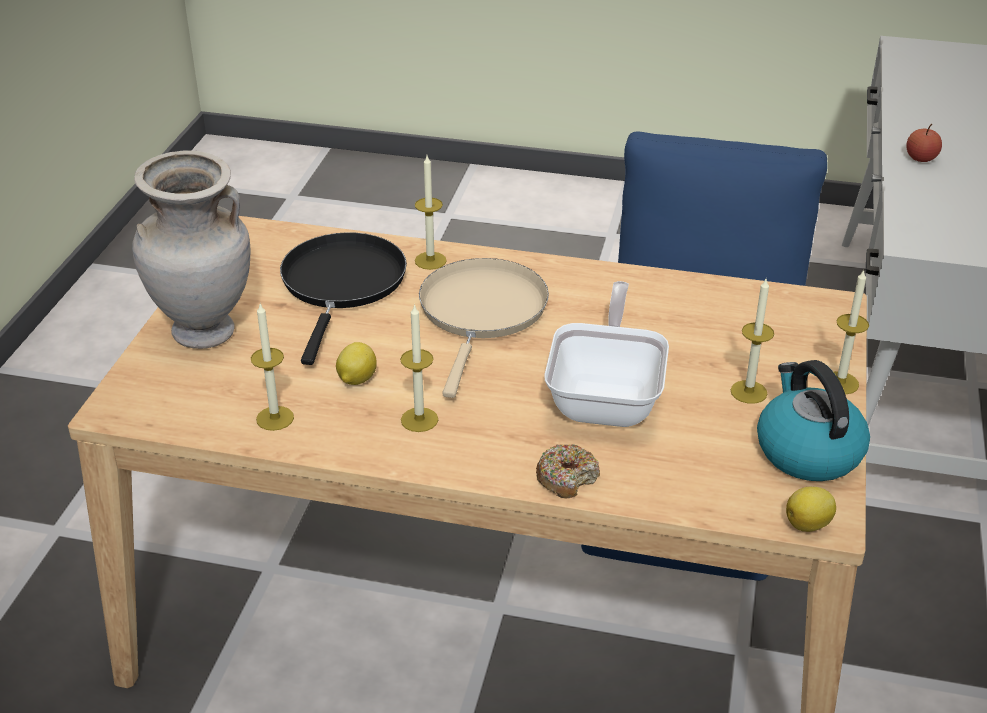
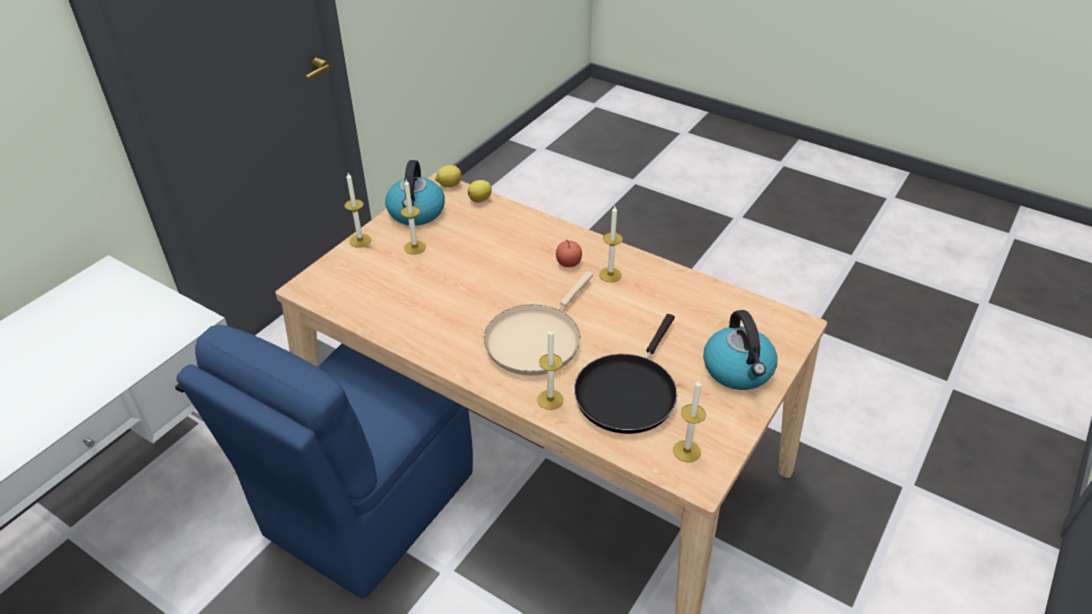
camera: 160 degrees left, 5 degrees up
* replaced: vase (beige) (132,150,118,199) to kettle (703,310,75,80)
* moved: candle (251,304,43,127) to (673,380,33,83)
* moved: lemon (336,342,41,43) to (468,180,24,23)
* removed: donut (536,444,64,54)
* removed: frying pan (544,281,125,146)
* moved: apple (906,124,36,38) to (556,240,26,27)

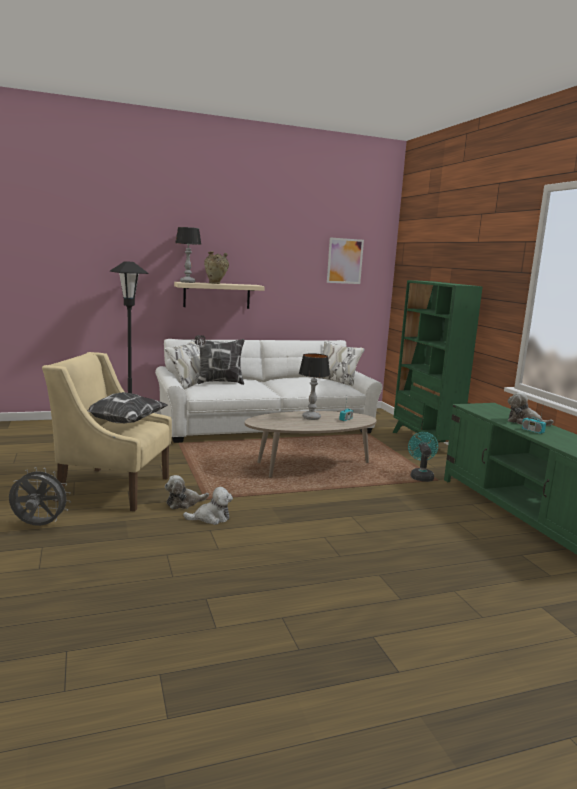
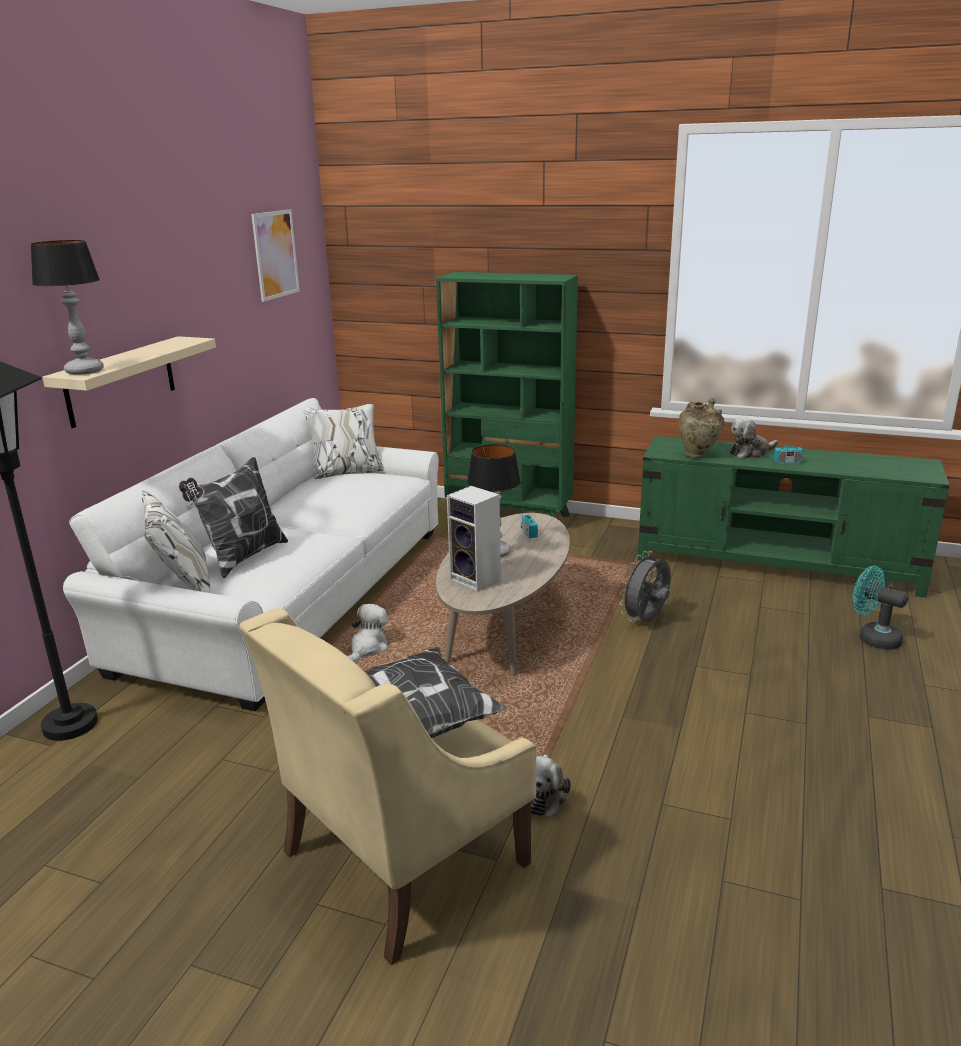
camera: 50 degrees left, 10 degrees up
* moved: fan (grey) (9,467,62,59) to (619,551,52,71)
* moved: plush toy (183,487,50,38) to (347,604,41,59)
* moved: vase (beige) (204,251,25,33) to (679,398,46,60)
* moved: fan (turquoise) (408,432,30,50) to (853,566,55,84)
* added: speaker (447,486,54,105)

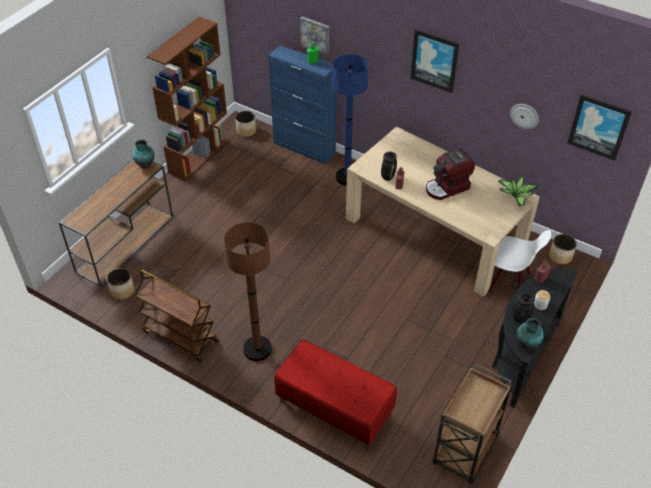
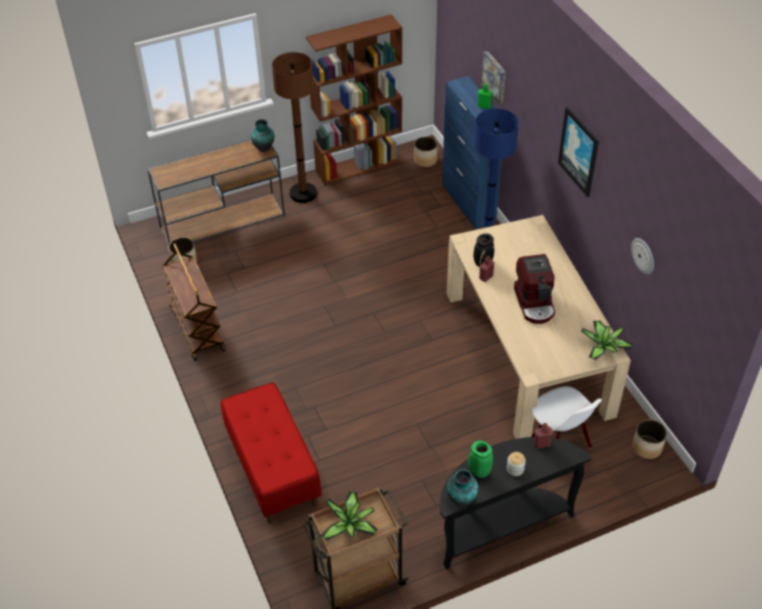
camera: 35 degrees right, 0 degrees up
* moved: floor lamp (brown) (224,222,48,139) to (272,52,45,151)
* turned: coffee machine (426,148,49,52) = (514,254,41,70) 105 degrees counterclockwise
* recoloured: vase (black) (512,293,23,30) to vase (green) (468,440,25,38)
* removed: picture (567,95,65,66)
* added: potted plant (321,491,57,50)

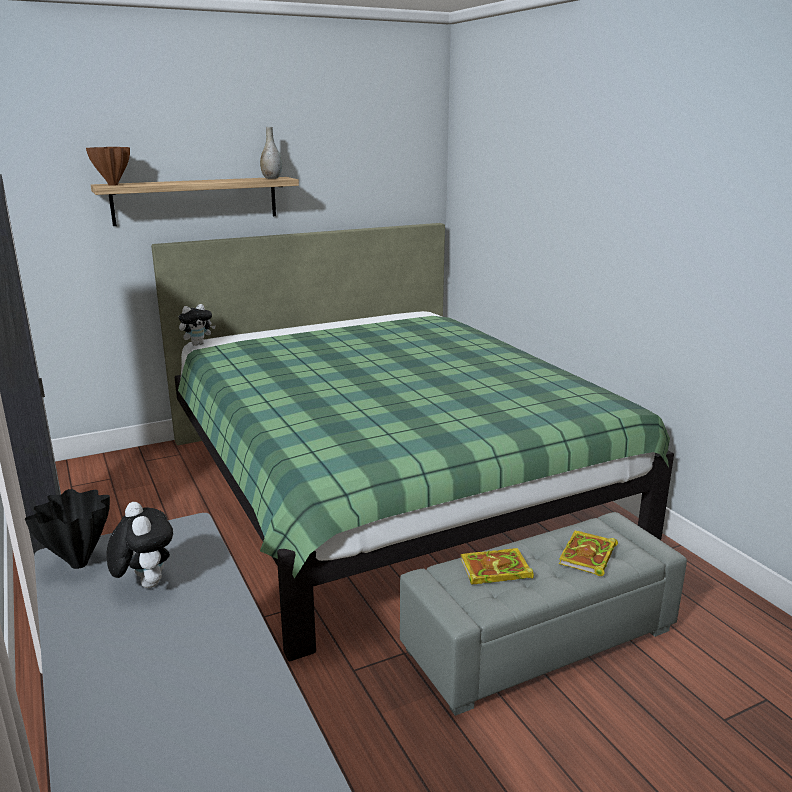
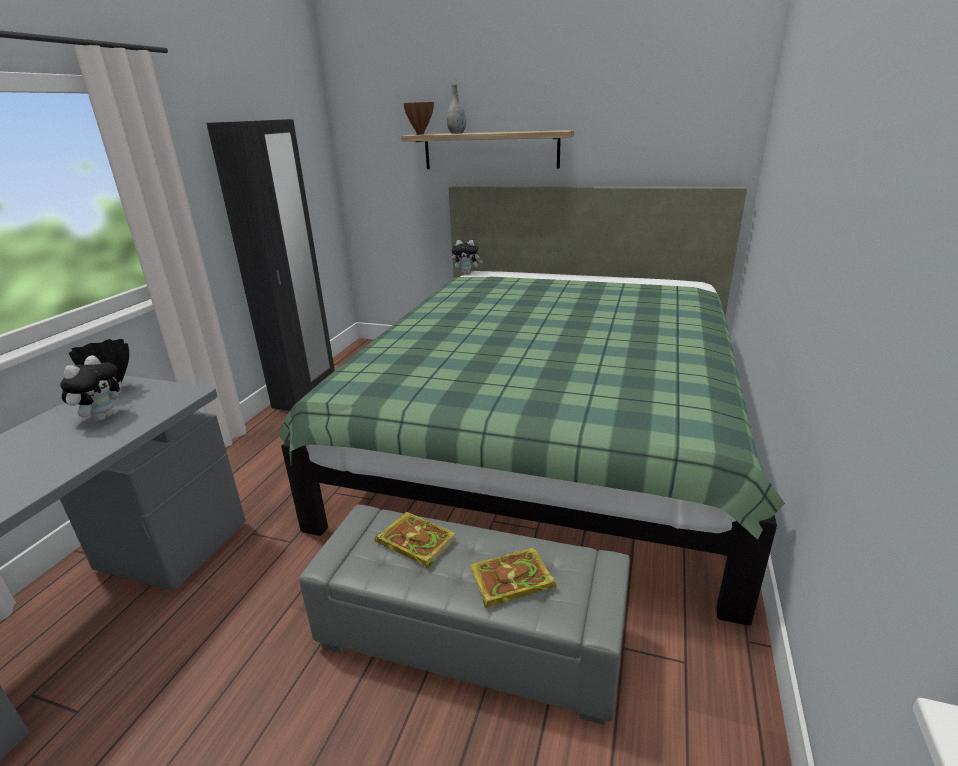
camera: 45 degrees right, 5 degrees up
* moved: vase (grey) (260,127,22,52) to (447,84,19,50)

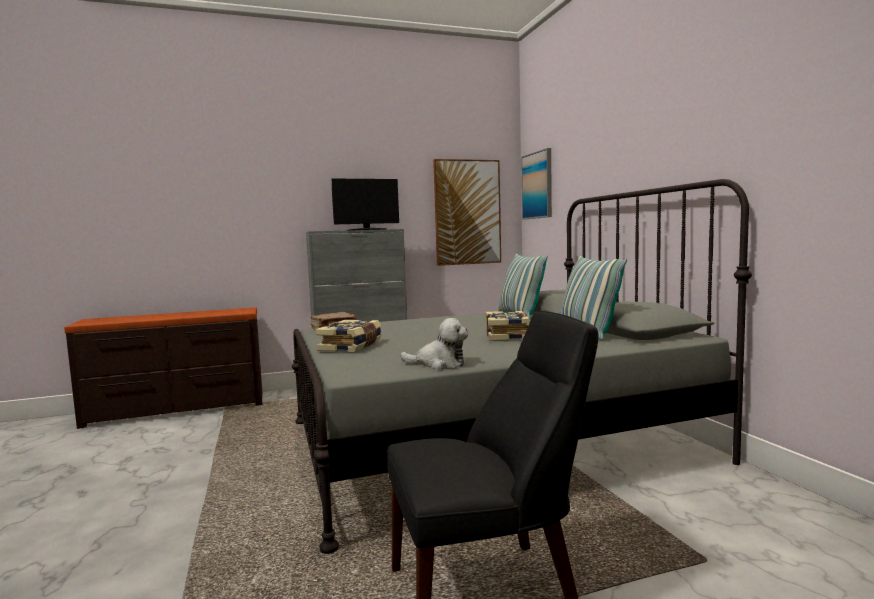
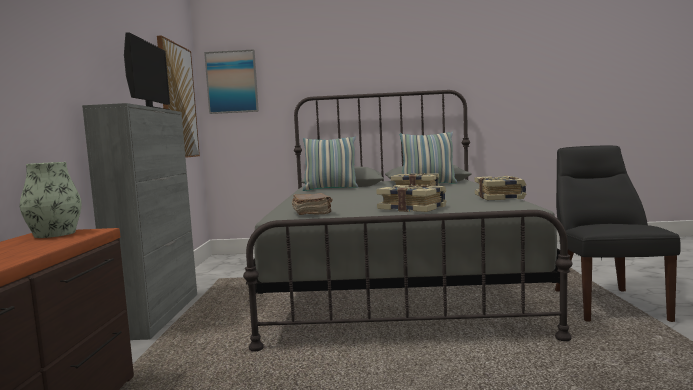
camera: 70 degrees left, 0 degrees up
* replaced: plush toy (400,318,68,51) to book (475,176,52,24)
* added: vase (20,162,62,76)

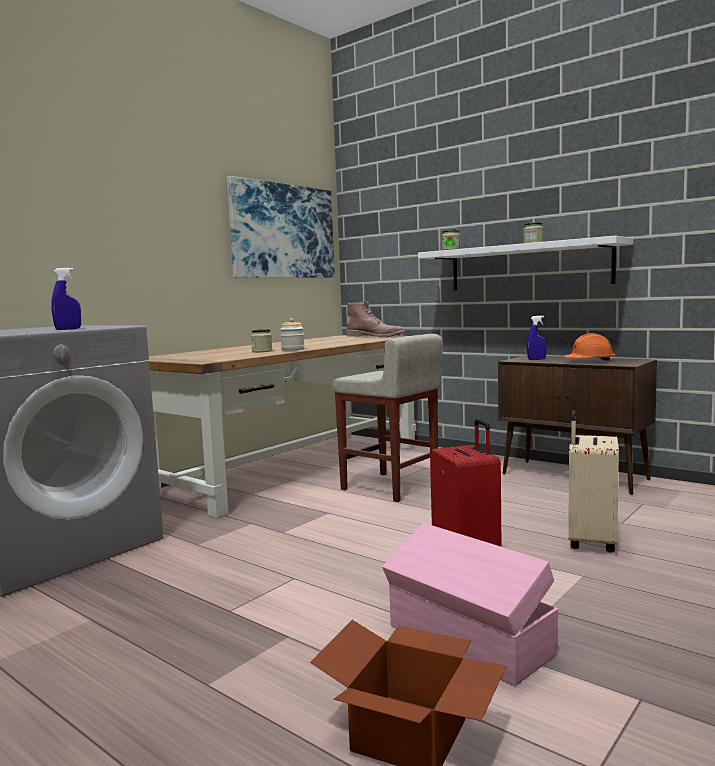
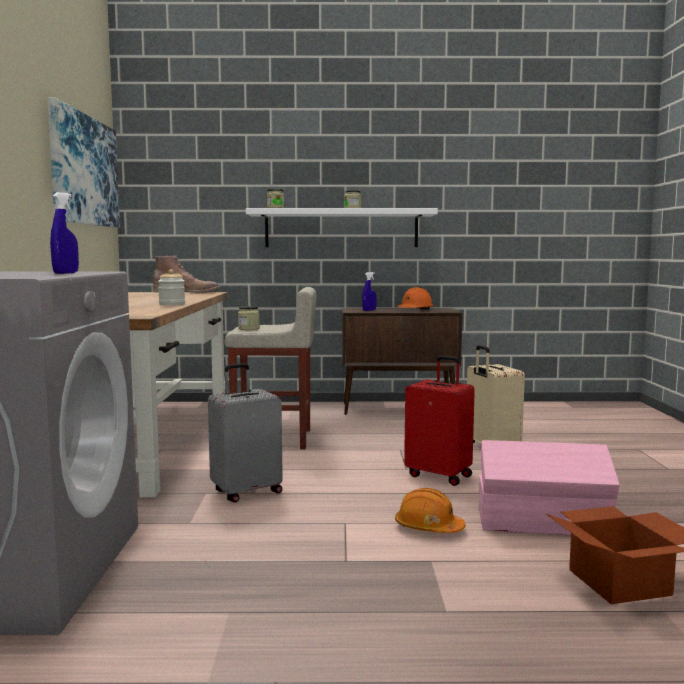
camera: 40 degrees left, 0 degrees up
* moved: jar (251,329,21,23) to (238,306,22,24)
* added: suitcase (grey) (208,363,75,140)
* added: hard hat (orange) (395,488,71,45)

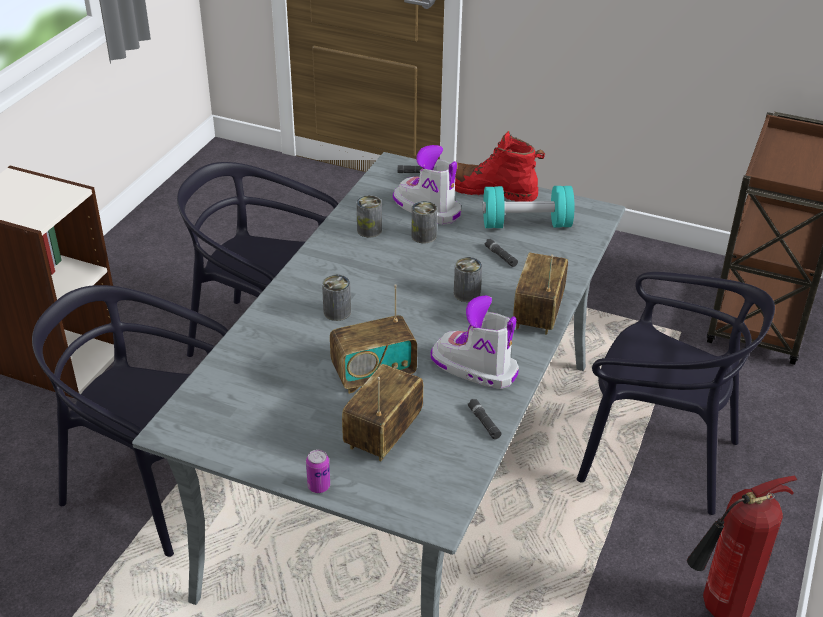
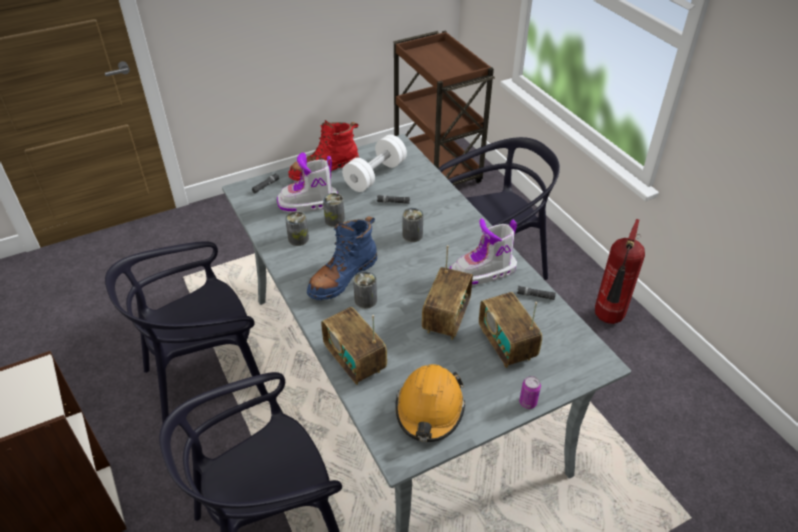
camera: 50 degrees left, 5 degrees up
* recoloured: dumbbell (turquoise) (483,186,91,42) to dumbbell (white) (342,134,65,58)
* moved: radio (513,252,55,83) to (321,307,66,78)
* added: boot (blue) (307,216,70,84)
* added: hard hat (orange) (395,364,70,78)

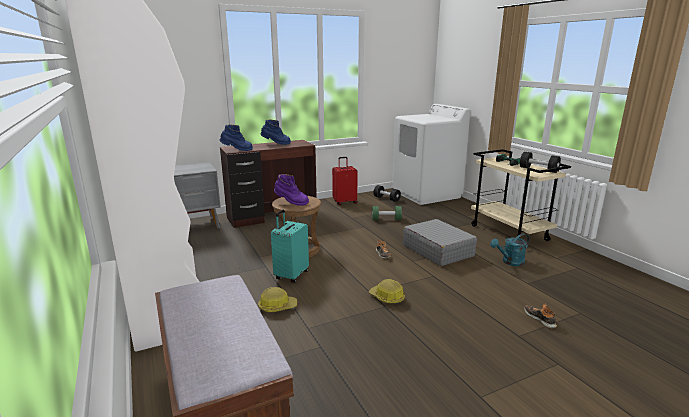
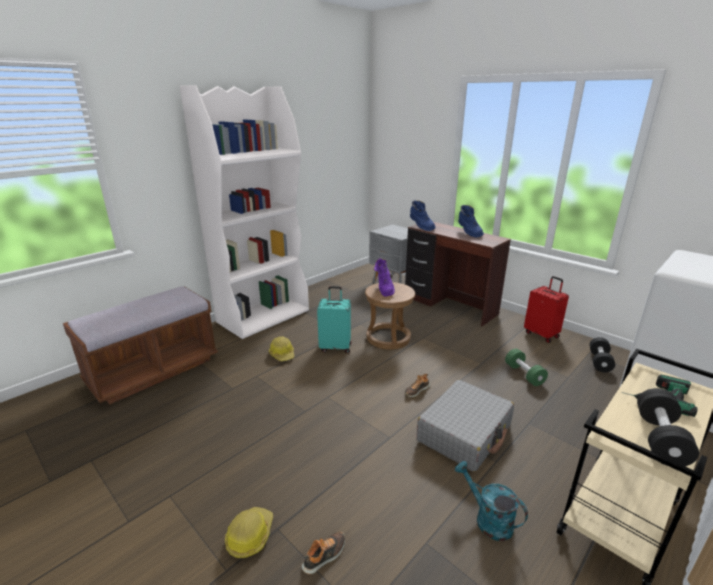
camera: 70 degrees right, 5 degrees up
* moved: hard hat (369,279,36,25) to (225,507,48,51)

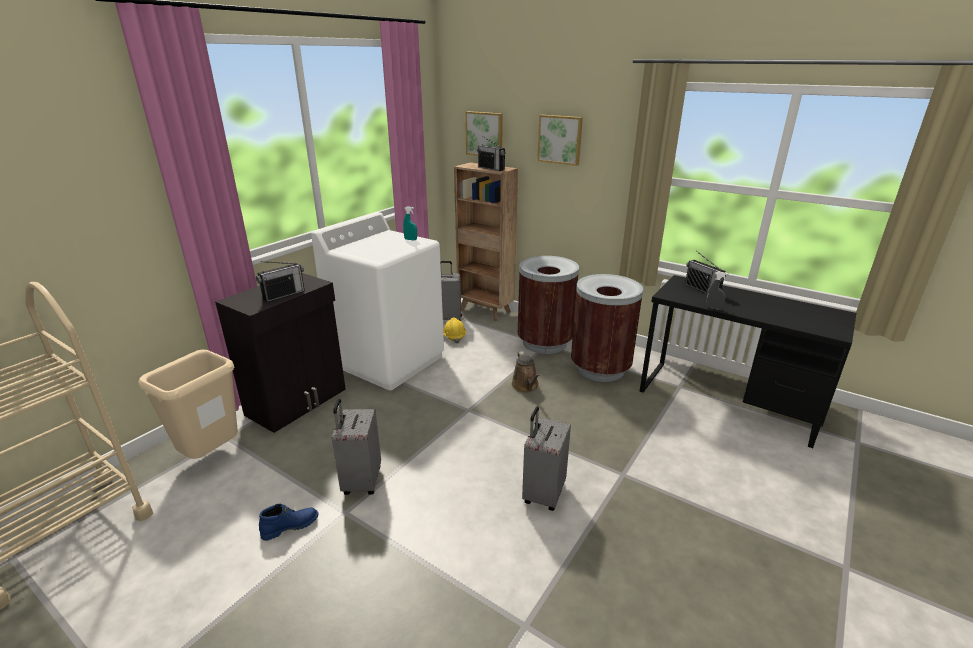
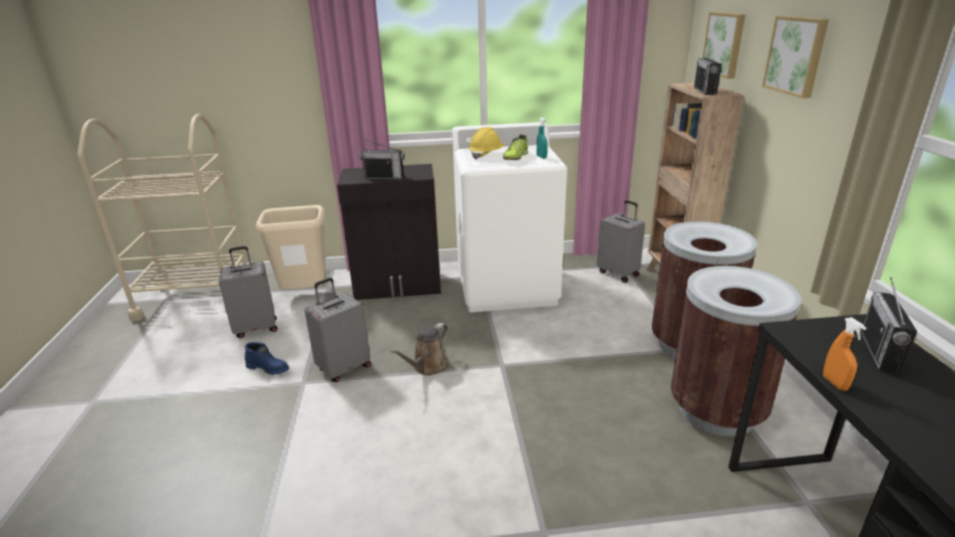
camera: 50 degrees right, 0 degrees up
* moved: hard hat (yellow) (443,317,23,26) to (469,127,36,32)
* moved: watering can (brown) (511,351,29,41) to (390,323,59,52)
* moved: suitcase (grey) (522,406,49,105) to (219,246,58,92)
* recoloured: spray bottle (grey) (706,271,22,39) to spray bottle (orange) (823,317,43,74)
* added: shoe (503,134,25,26)

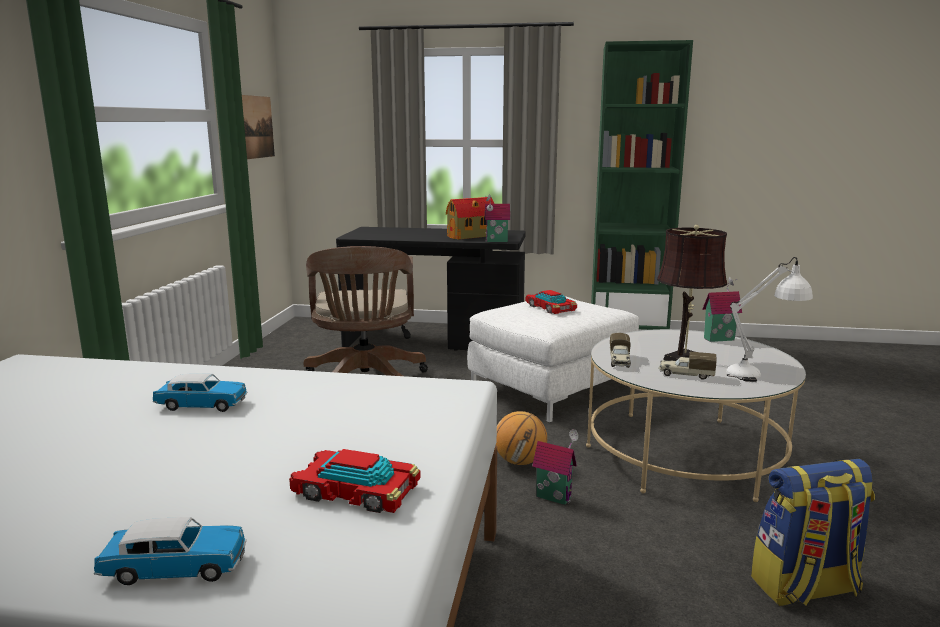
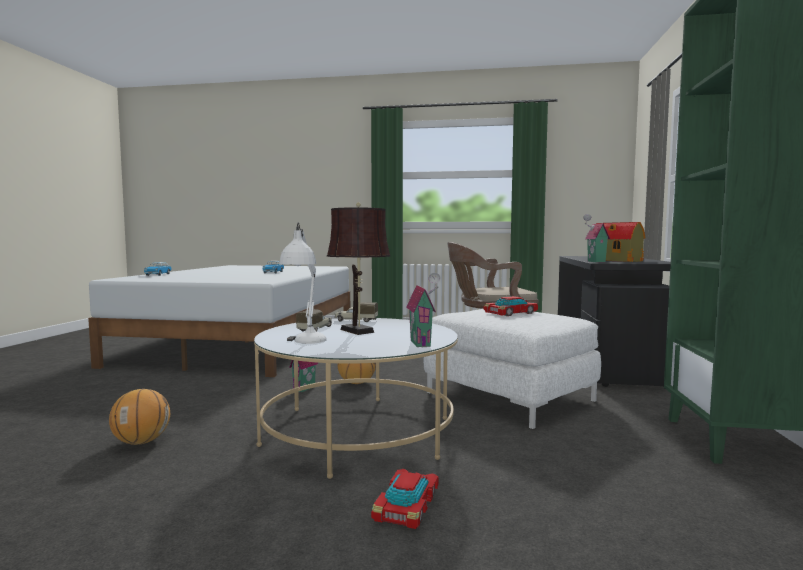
camera: 90 degrees right, 10 degrees down
* removed: picture (242,95,33,64)
* moved: toy car (289,449,132,64) to (371,469,68,60)
* replaced: backpack (751,459,124,147) to basketball (109,389,61,56)

